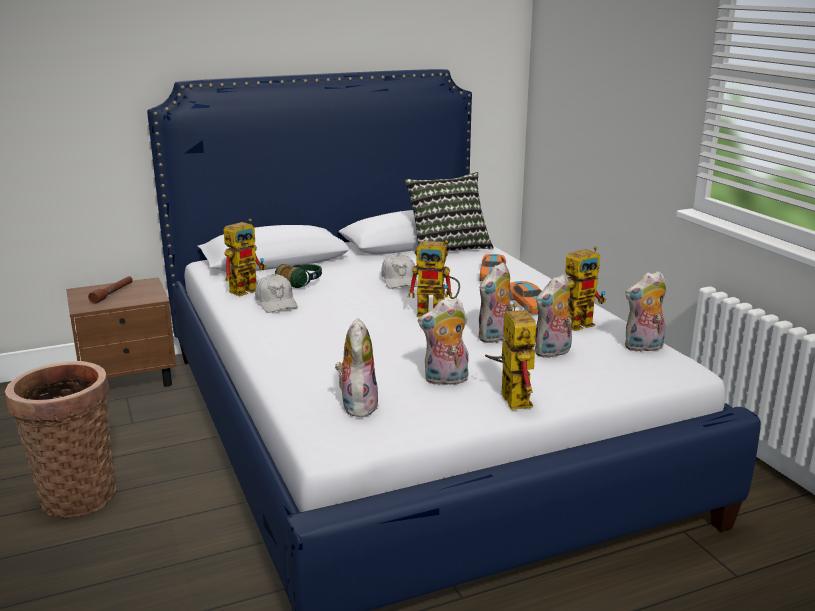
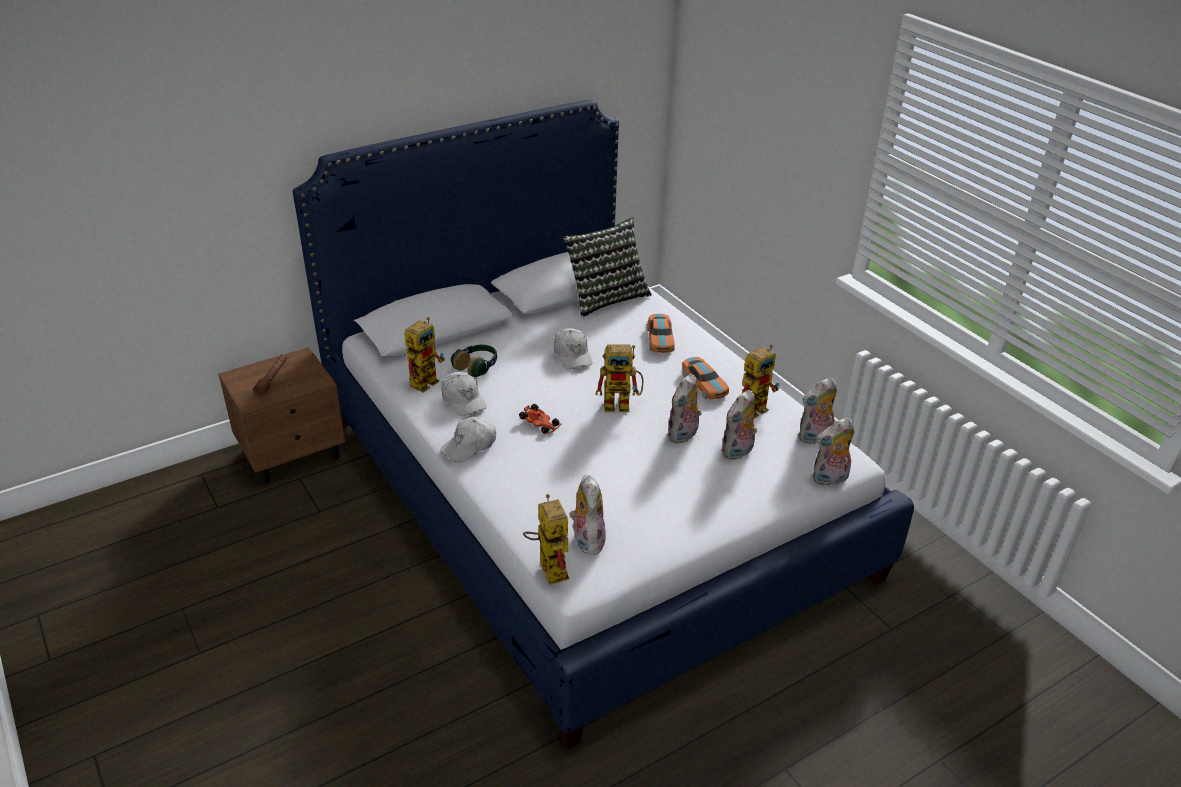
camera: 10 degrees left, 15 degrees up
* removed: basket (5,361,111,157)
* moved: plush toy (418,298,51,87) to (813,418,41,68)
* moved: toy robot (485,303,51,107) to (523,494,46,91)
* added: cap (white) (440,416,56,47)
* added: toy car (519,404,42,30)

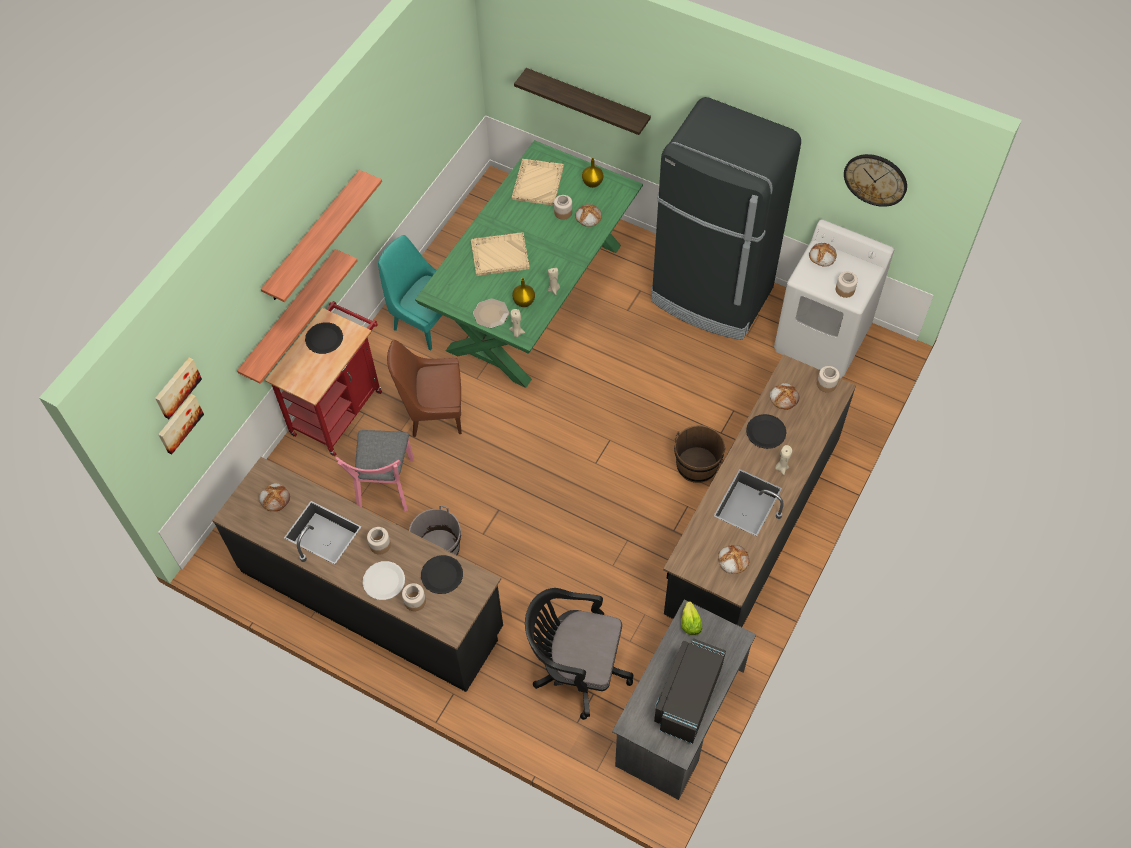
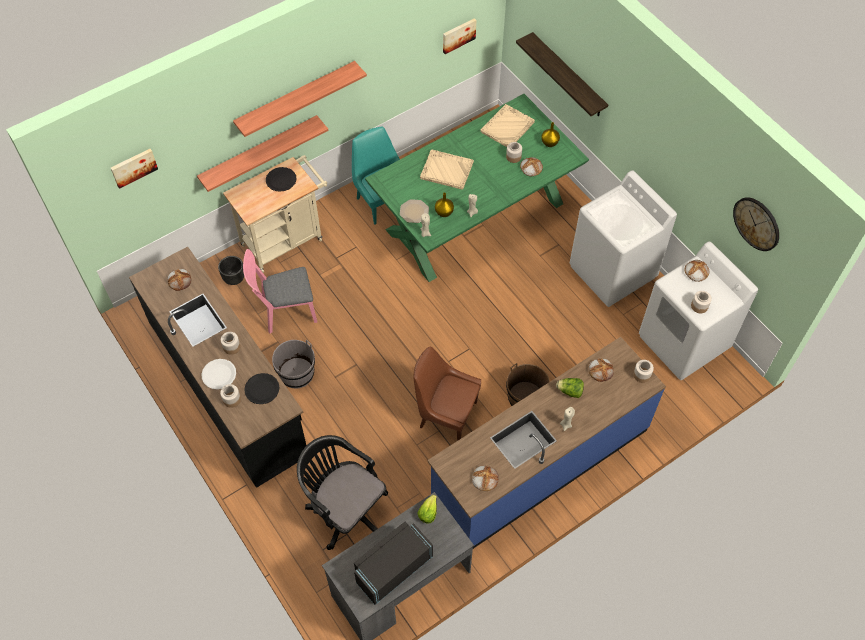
camera: 25 degrees right, 0 degrees up
* moved: picture (158,394,46,60) to (443,18,33,36)
* recoloured: cart (red) (265,301,117,155) to cart (beige) (223,155,104,118)
* turned: chair (pink) (335,430,79,82) = (243,249,74,85) 45 degrees clockwise
* moved: chair (brown) (387,340,75,97) to (414,347,67,94)
* replaced: fridge (black) (651,97,150,243) to washing machine (white) (570,170,107,137)
* recoloured: counter (black) (663,354,193,273) to counter (blue) (427,337,239,212)
* replaced: plate (black) (746,414,40,35) to lettuce (556,378,28,20)
* added: planter (black) (218,256,26,29)

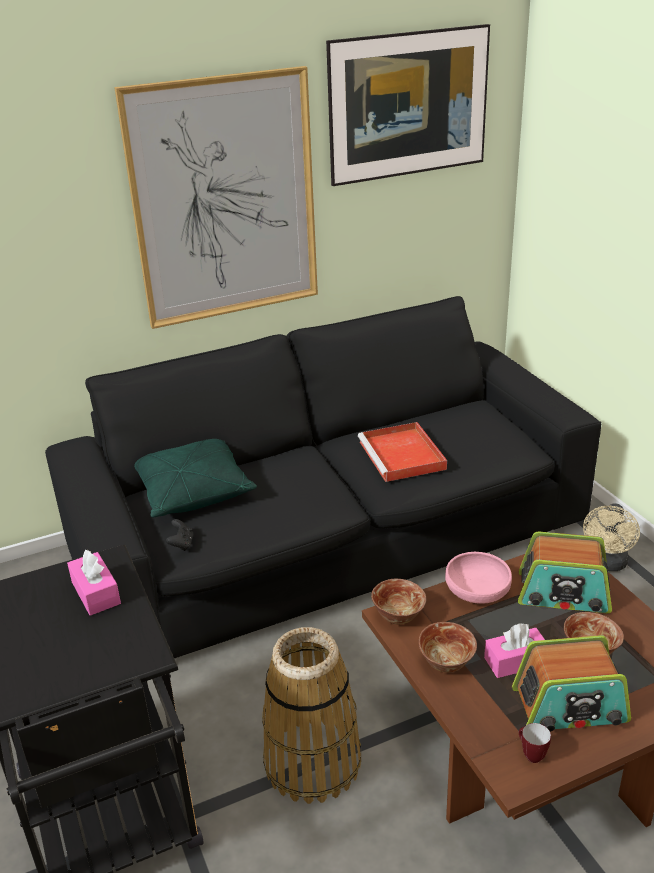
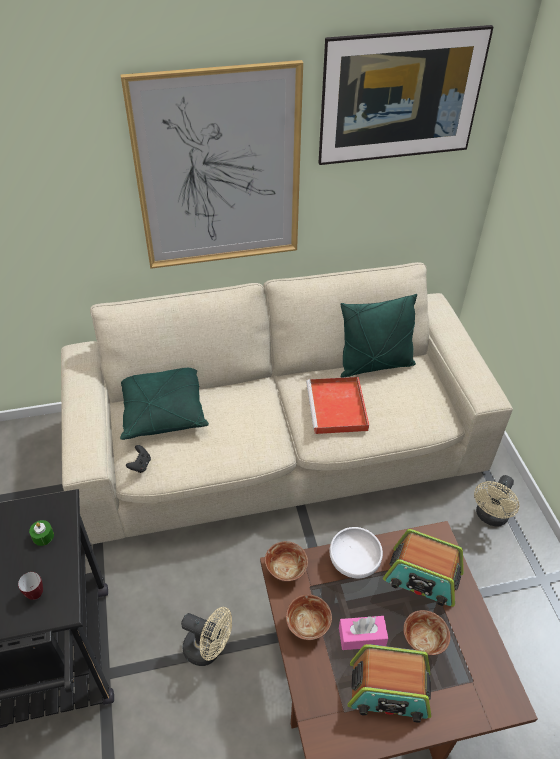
camera: 10 degrees right, 15 degrees up
* recoloured: sofa (black) (45,296,556,362) to sofa (beige) (61,262,452,282)
* replaced: tissue box (pink) (67,550,54,66) to candle (green) (29,520,25,26)
* replaced: basket (262,627,99,177) to fan (beige) (181,607,51,59)
* recoloured: bowl (pink) (445,552,67,52) to bowl (white) (329,527,54,51)
* moved: mug (519,723,32,40) to (18,572,25,28)
* added: pillow (green) (341,294,76,84)

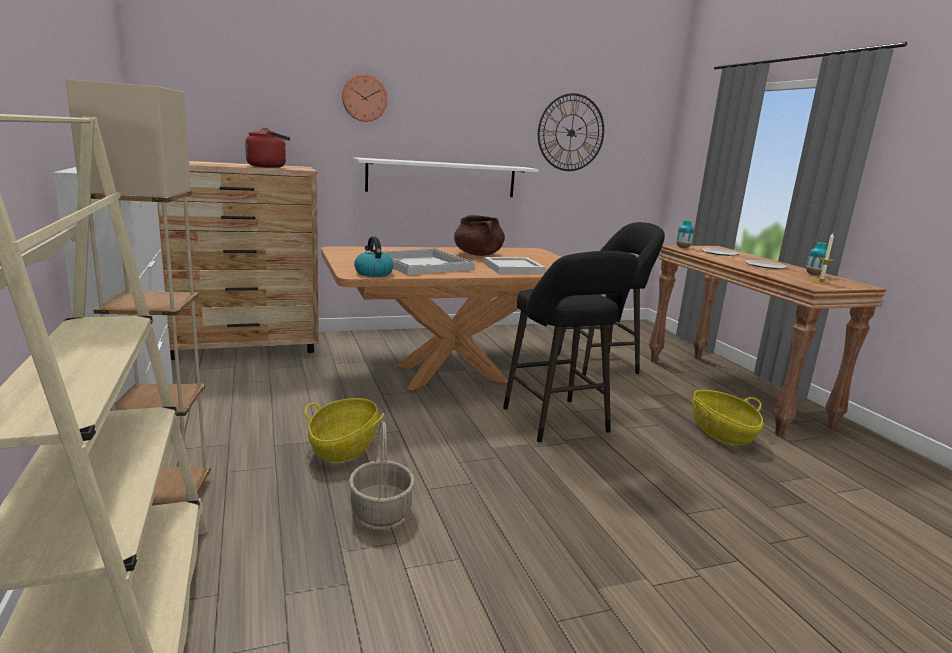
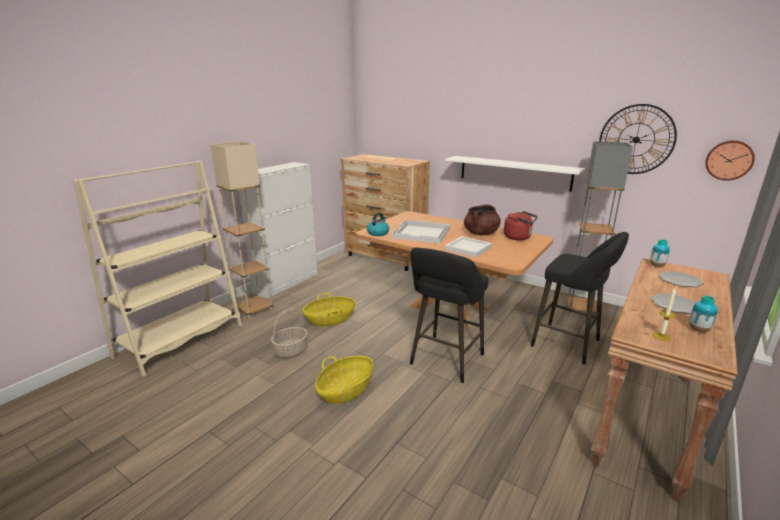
camera: 55 degrees right, 5 degrees up
* moved: kettle (red) (245,128,45,40) to (504,211,33,29)
* moved: wall clock (342,74,45,48) to (705,140,50,41)
* moved: basket (692,390,71,55) to (315,356,58,48)
* added: floor lamp (grey) (567,141,66,175)

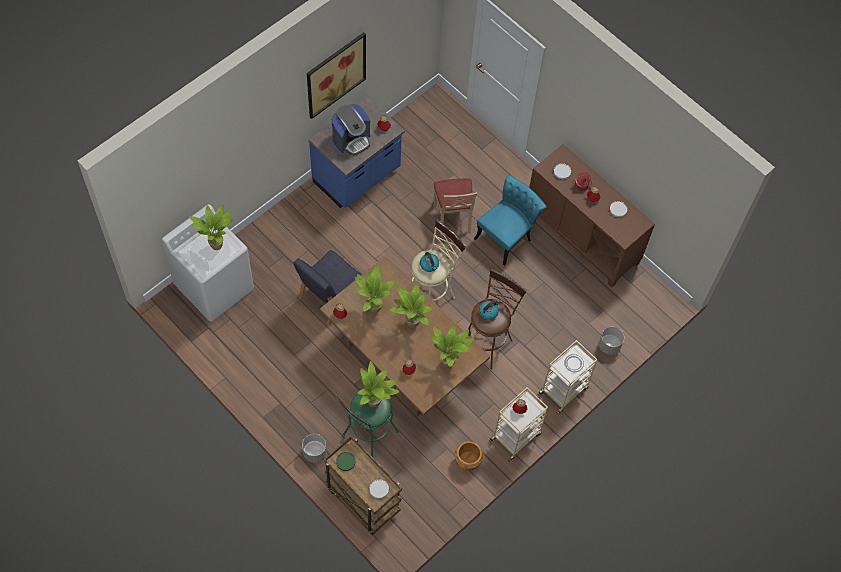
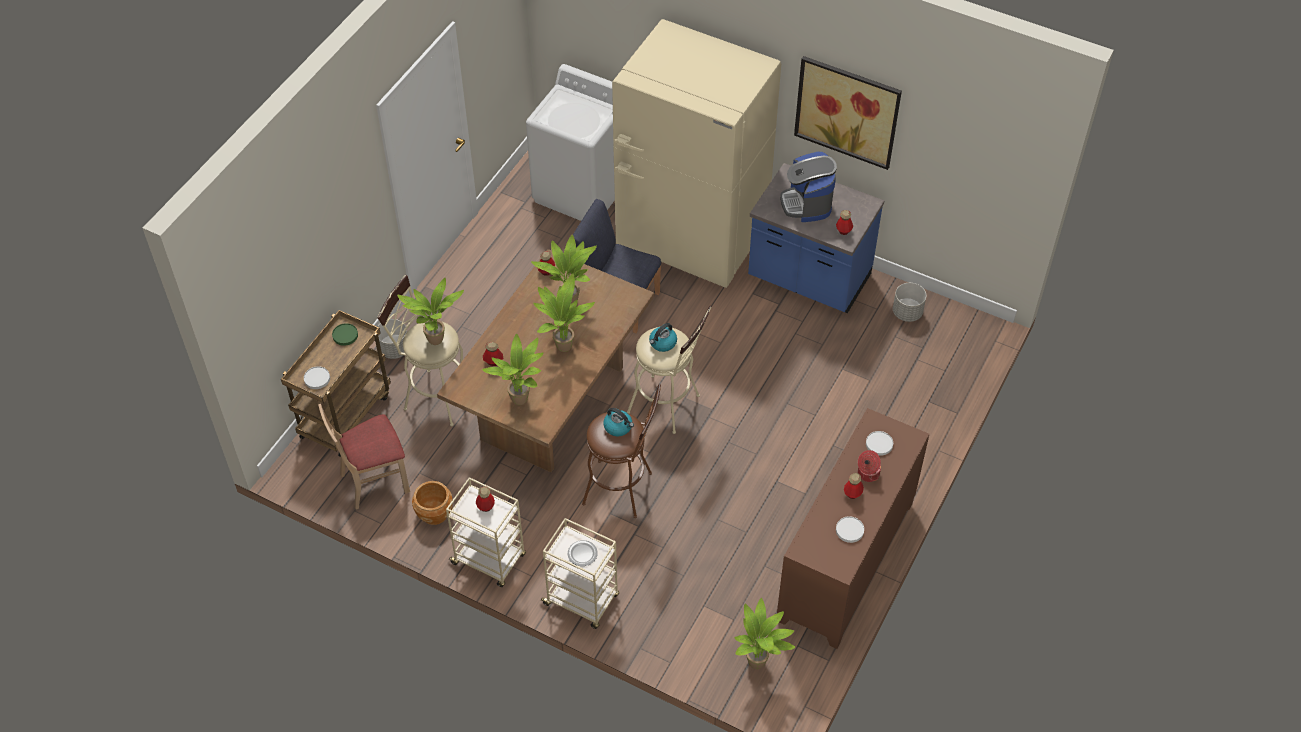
camera: 75 degrees right, 10 degrees down
* moved: potted plant (189,204,44,46) to (734,598,61,71)
* turned: coffee machine (332,104,38,52) = (780,152,57,70) 45 degrees clockwise
* recoloured: stool (green) (336,389,63,70) to stool (beige) (377,275,86,151)
* moved: chair (beige) (433,179,44,57) to (318,404,92,106)
* removed: chair (turquoise) (474,176,73,90)
* moved: planter (grey) (599,327,25,28) to (893,283,33,39)
* added: fridge (beige) (612,19,169,269)

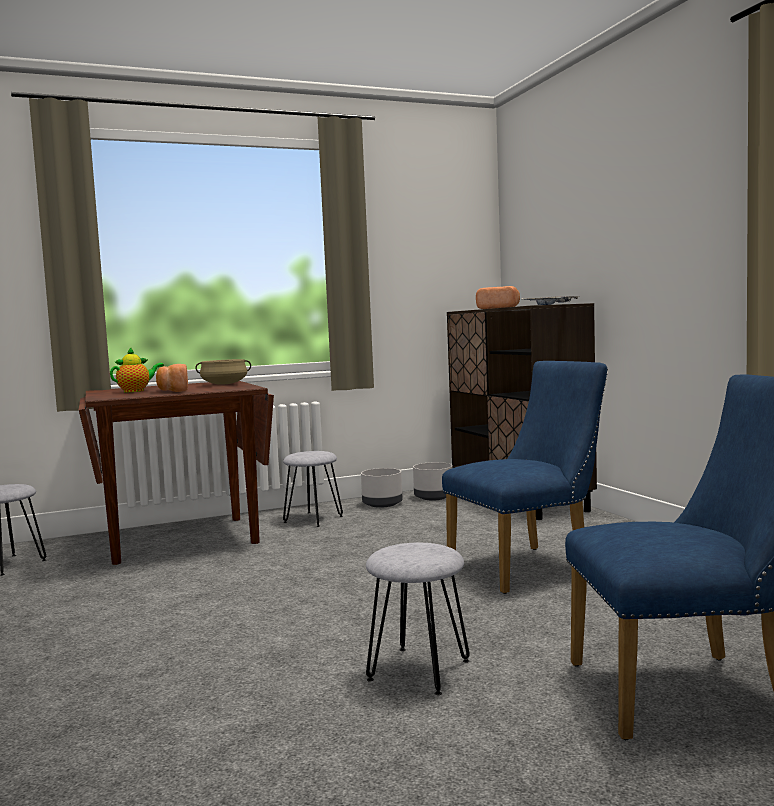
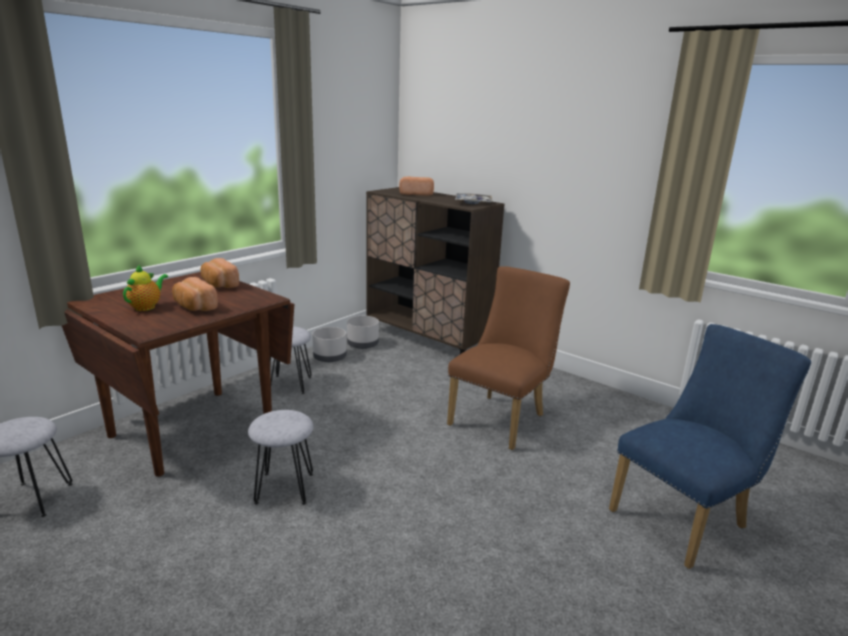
camera: 30 degrees left, 15 degrees up
* replaced: cooking pot (beige) (195,359,56,26) to bread (200,258,39,30)
* moved: stool (grey) (366,543,104,152) to (248,410,65,95)
* recoloured: chair (blue) (442,361,166,233) to chair (brown) (447,266,123,184)

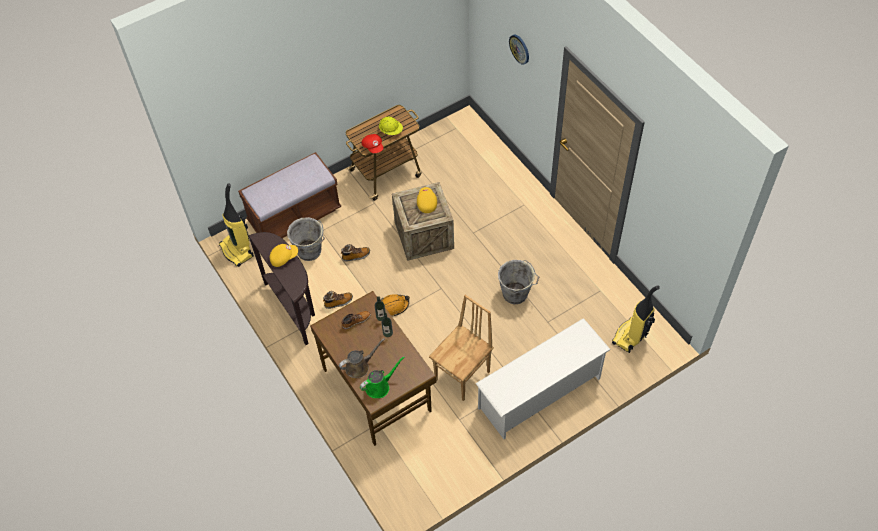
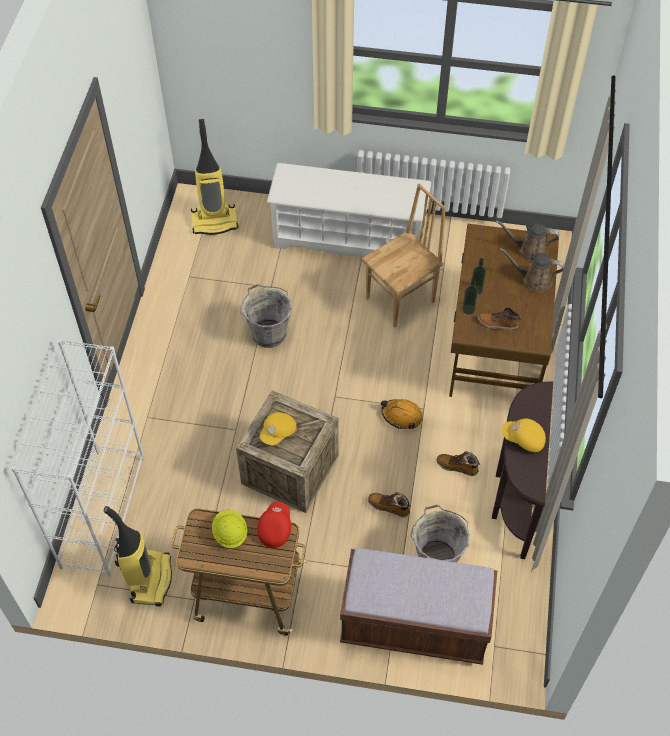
camera: 140 degrees left, 0 degrees up
* moved: vacuum cleaner (219,183,35,84) to (104,506,68,101)
* recoloured: watering can (green) (360,356,45,42) to watering can (brown) (496,220,63,41)
* turned: chair (brown) (429,295,65,106) = (362,184,84,143) 150 degrees clockwise
* removed: wall clock (509,34,20,31)
* added: bookcase (white) (11,339,134,238)

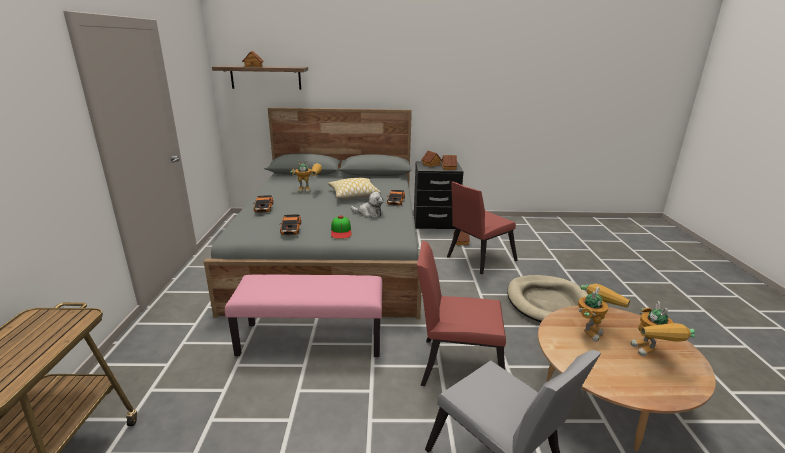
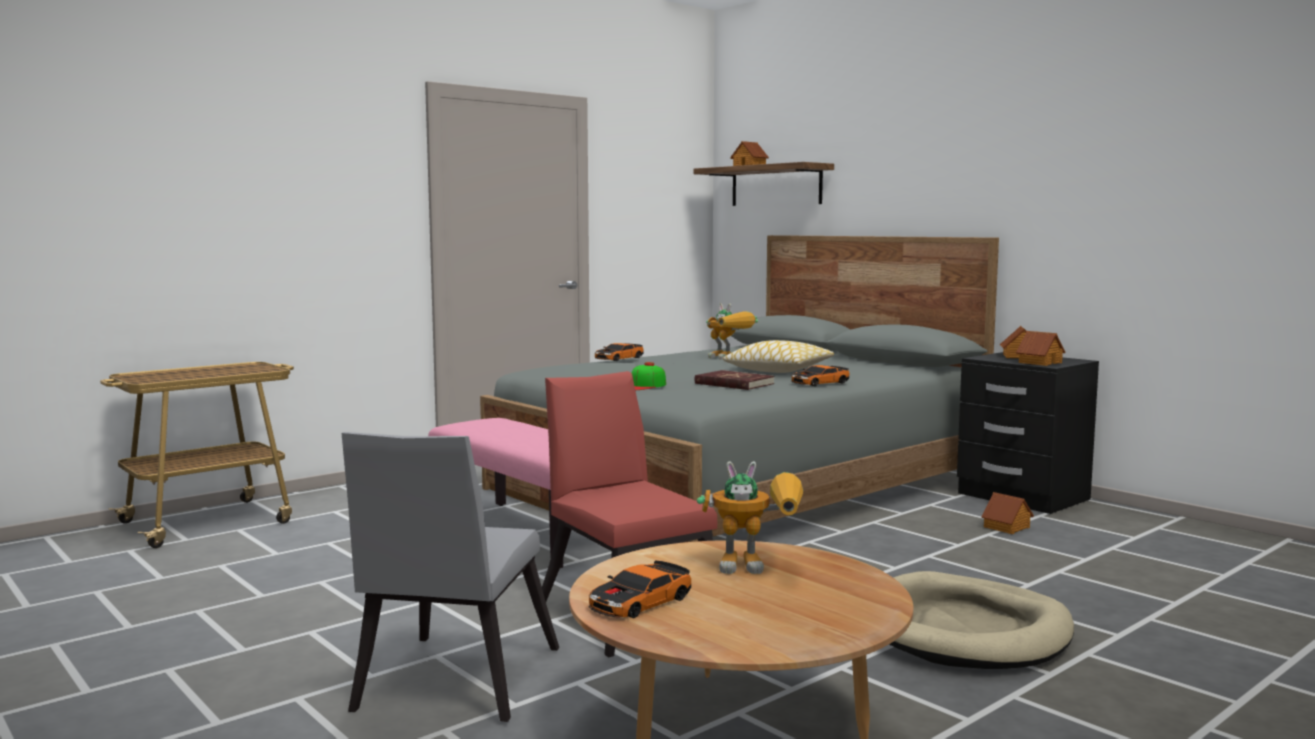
camera: 50 degrees right, 15 degrees down
* moved: toy car (280,215,21,20) to (589,560,102,58)
* replaced: plush toy (351,192,33,26) to book (red) (695,370,79,20)
* removed: chair (red) (447,181,71,94)
* removed: toy robot (631,301,64,55)

